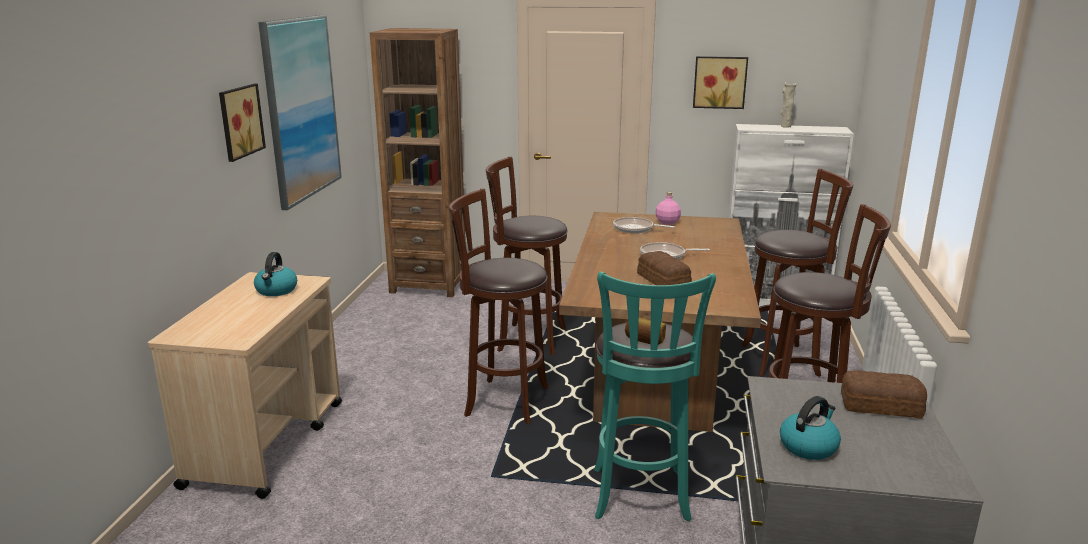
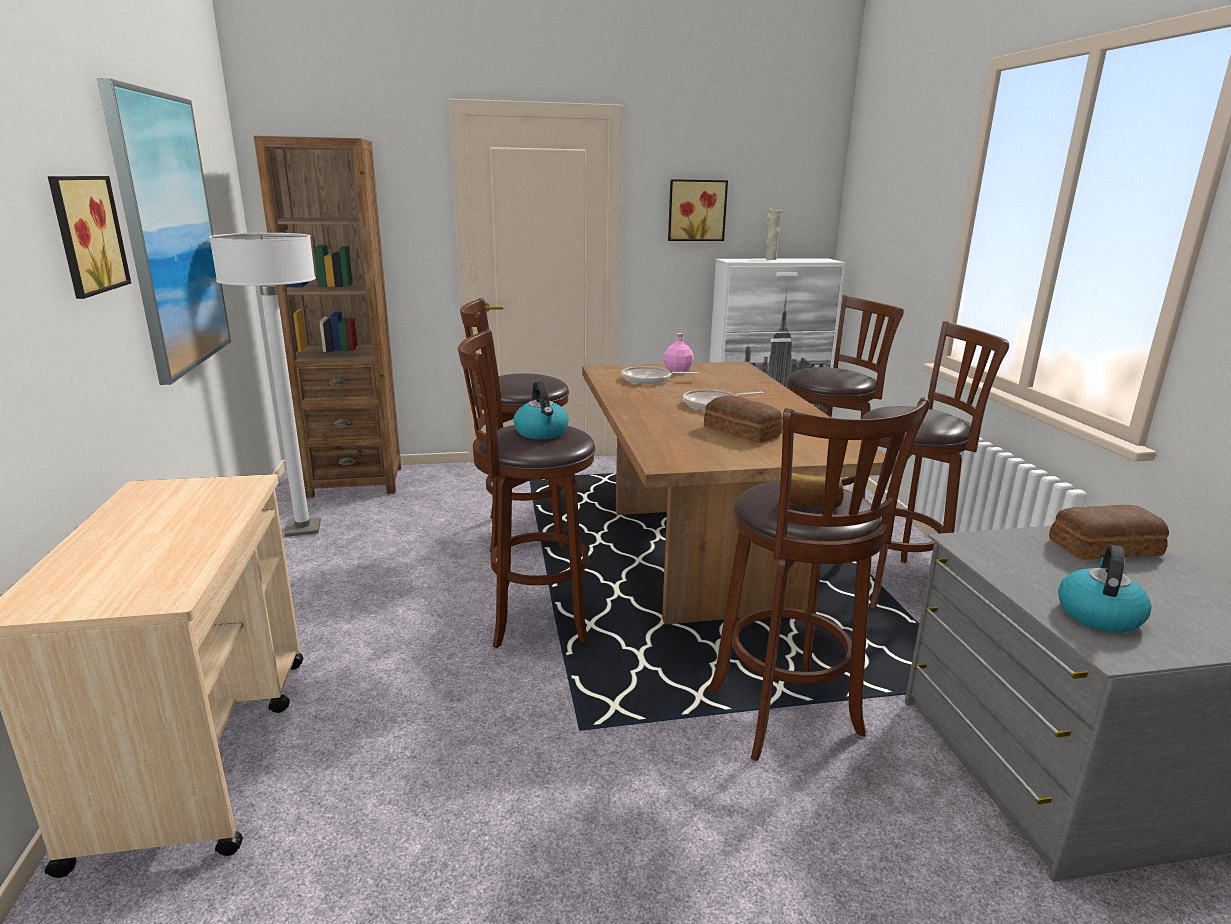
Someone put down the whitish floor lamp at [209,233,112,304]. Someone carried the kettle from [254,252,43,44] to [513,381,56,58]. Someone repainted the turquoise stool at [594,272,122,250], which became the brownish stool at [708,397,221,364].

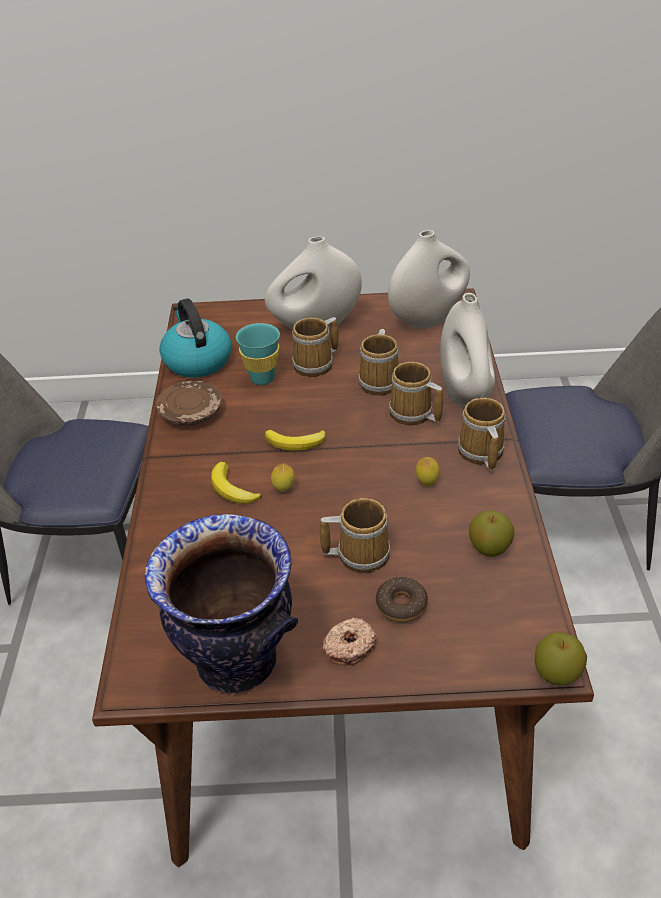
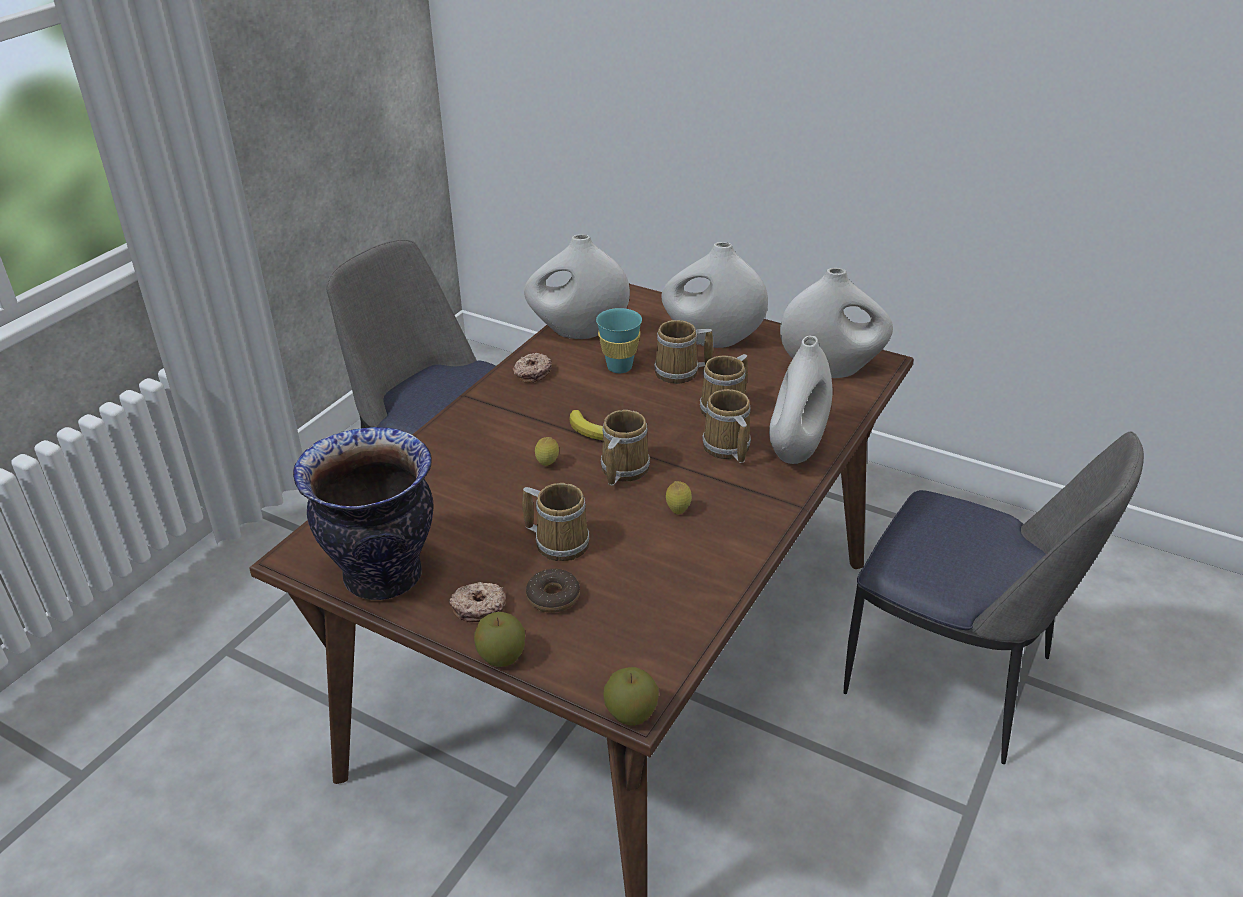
Someone took away the whole banana at [211,462,51,42]. Someone carried the tea mug from [458,398,48,73] to [601,410,49,75]. Someone carried the whole apple from [469,510,46,47] to [474,612,51,55]. Someone swapped the brownish flat dish at [156,380,66,45] for the donut at [513,353,39,30]. Someone swapped the kettle at [159,299,72,79] for the whitish vase at [524,234,106,105].

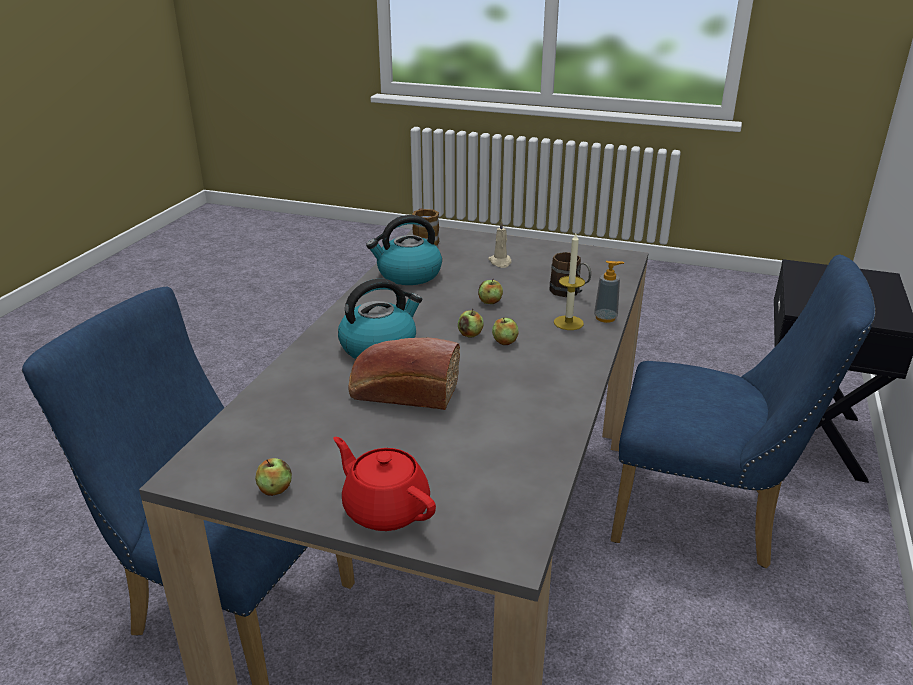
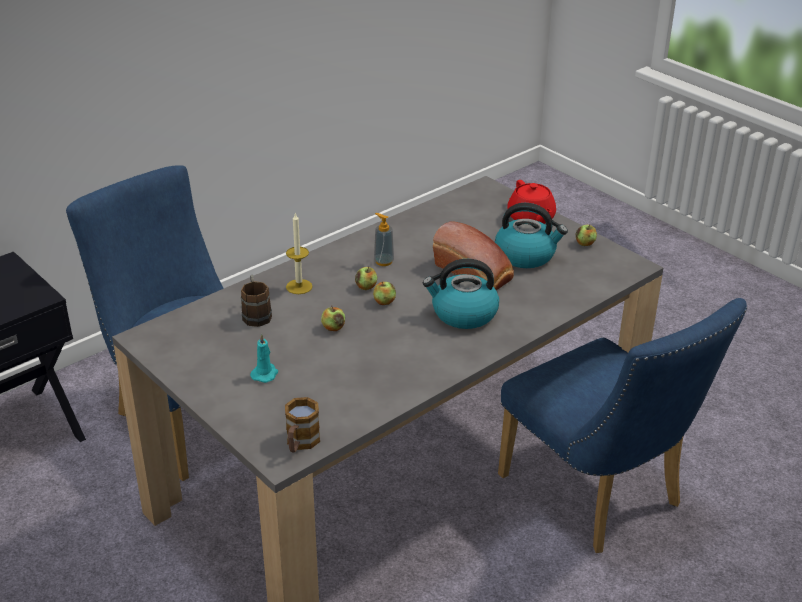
Someone carried the kettle from [366,215,76,70] to [495,203,73,65]. Someone carried the liquid soap bottle from [594,261,30,62] to [374,213,20,53]. Someone repainted the beige-coloured wax light at [488,220,24,48], which became the turquoise wax light at [250,334,28,49].

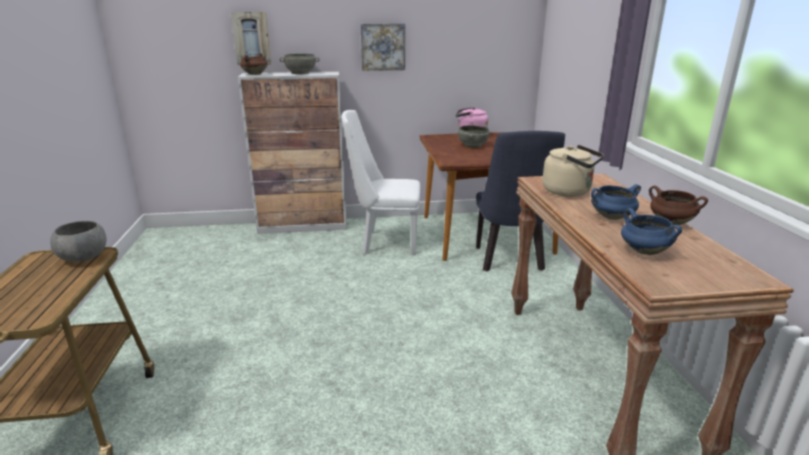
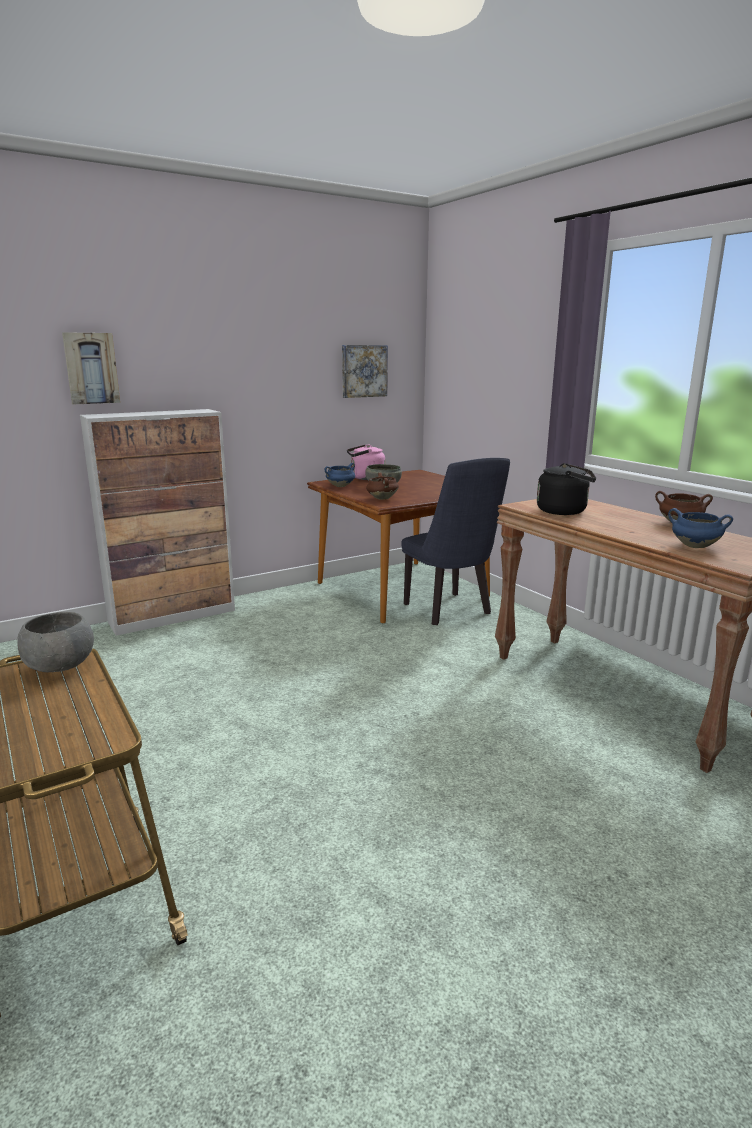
Someone took away the grey bowl at [280,54,39,20]. Someone took away the whitish chair at [341,110,79,145]. Someone carried the brownish stockpot from [240,53,28,22] to [366,473,33,27]. Someone carried the picture from [361,23,44,48] to [342,345,46,53]. Someone carried the blue stockpot from [591,184,50,36] to [325,463,30,24]. Someone repainted the beige-coloured kettle at [542,145,62,52], which became the black-coloured kettle at [537,463,59,52].

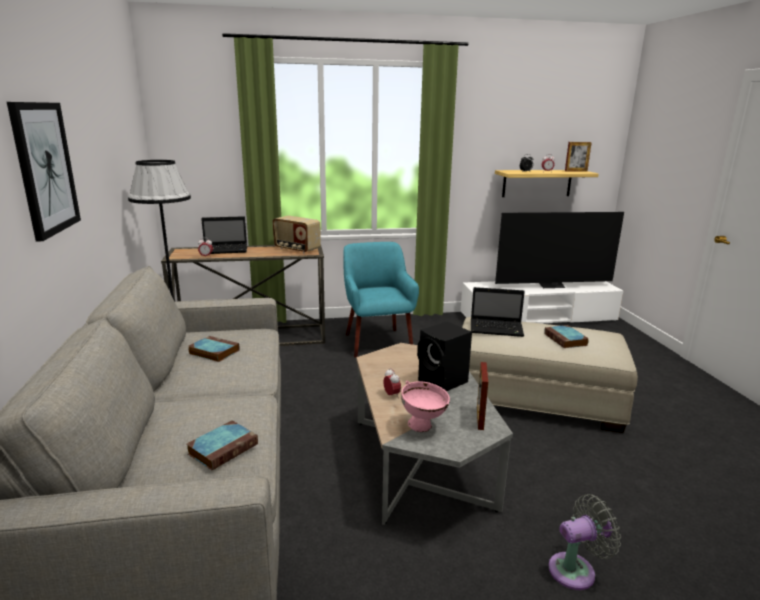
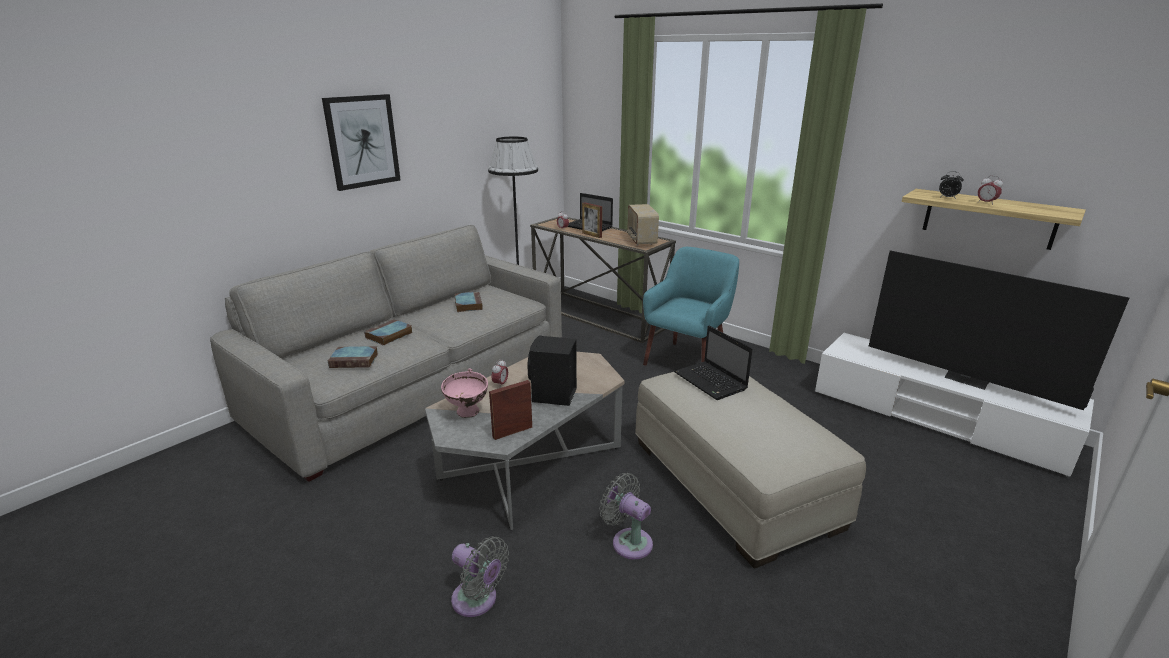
Someone put down the grey electric fan at [599,473,54,86]. Someone carried the bound book from [544,325,45,23] to [364,319,49,27]. Someone carried the standing frame from [565,142,27,29] to [582,202,20,36].

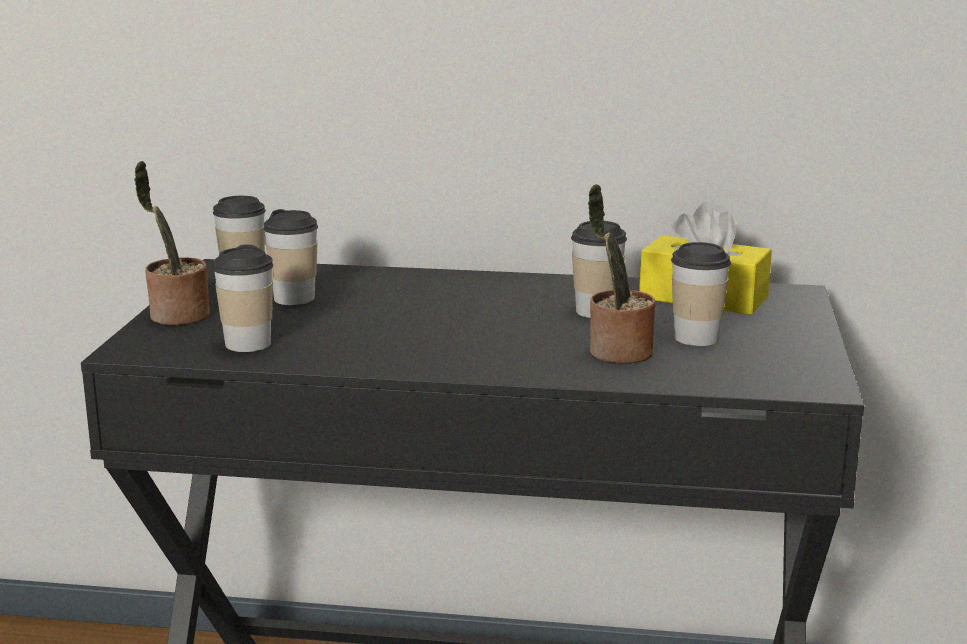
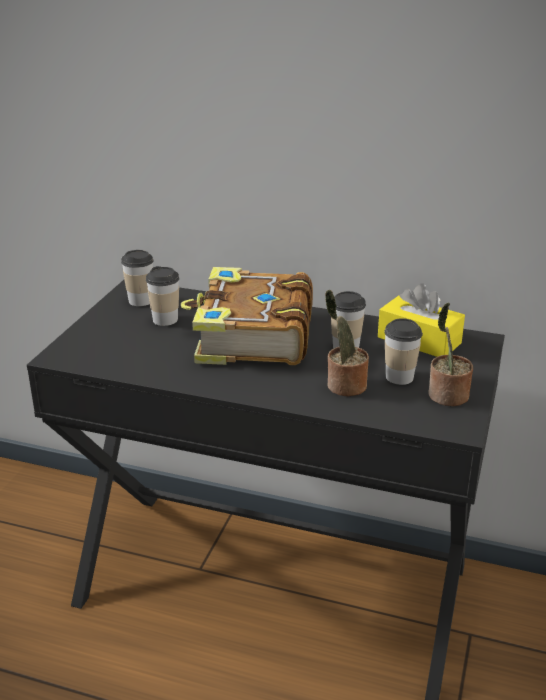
Someone took away the cup at [212,245,61,107]. Someone put down the bound book at [181,267,132,98]. Someone carried the potted plant from [134,161,76,164] to [428,302,45,104].

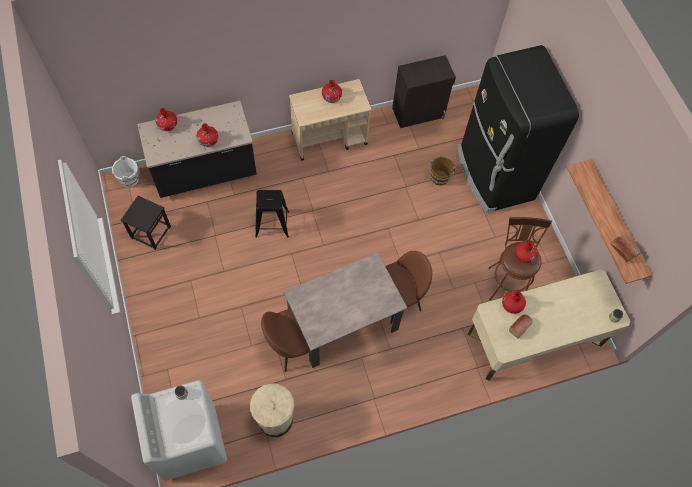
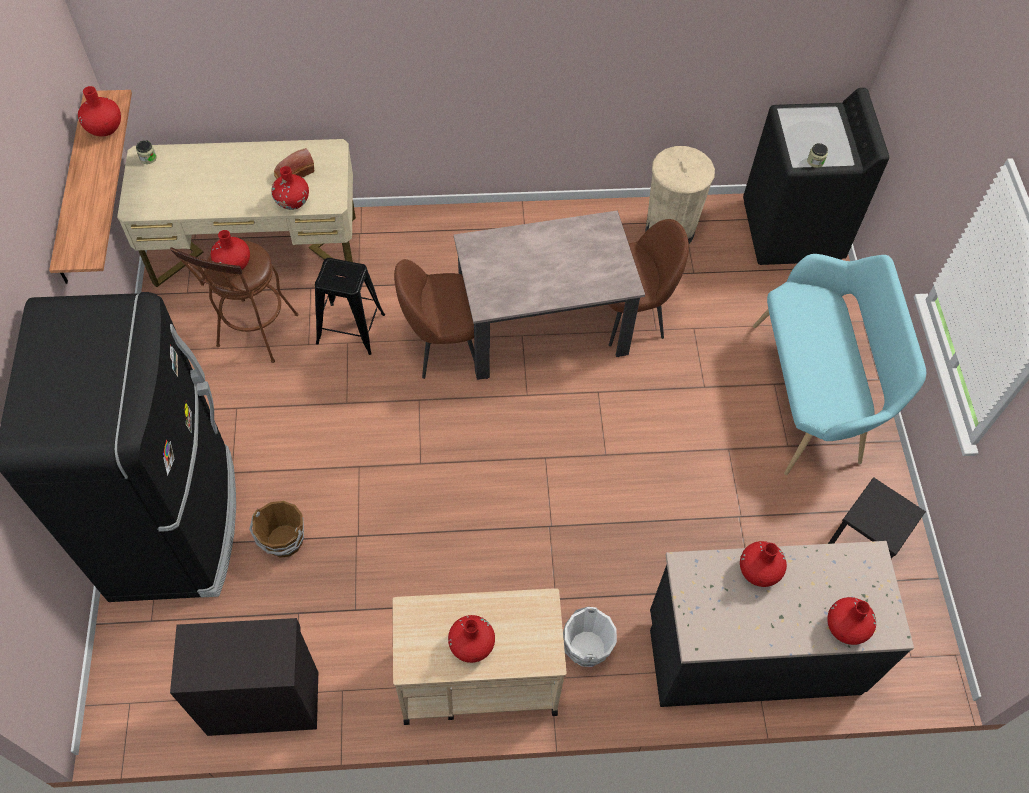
Someone put down the turquoise bench at [753,254,173,221]. Someone carried the whitish pail from [112,156,28,31] to [563,606,54,61]. Someone carried the black-coloured stool from [255,190,34,48] to [315,258,70,97]. Someone swapped the bakery bread at [611,236,30,26] for the red-coloured vase at [78,86,43,51]. Someone repainted the whitish laundry machine at [131,380,96,101], which became the black-coloured laundry machine at [743,88,146,177].

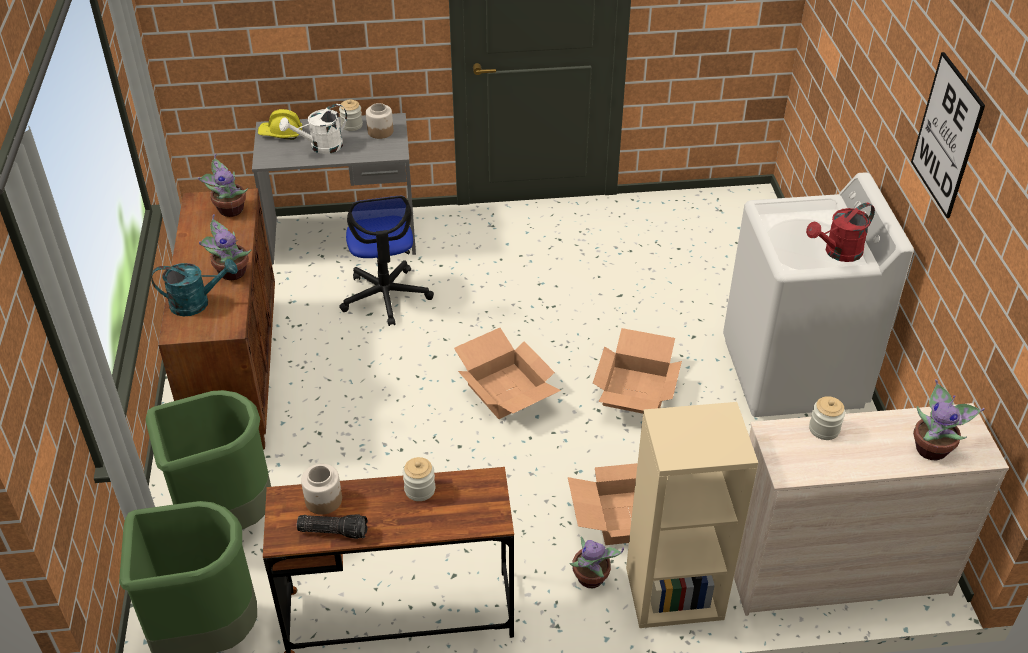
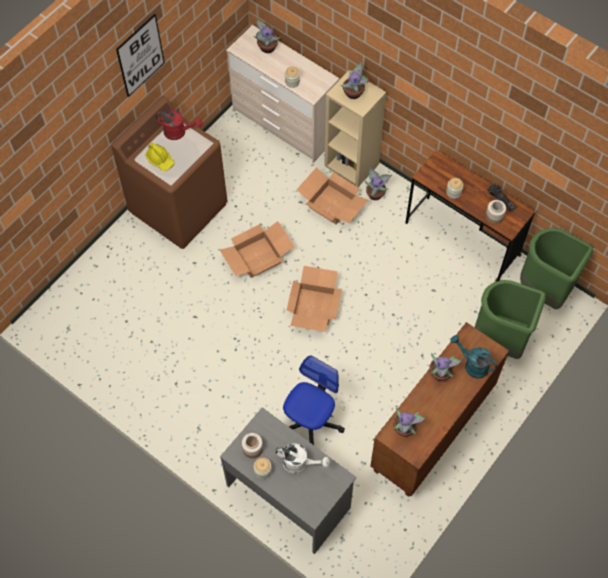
Someone put down the potted plant at [340,61,29,38]. Someone carried the yellowish work helmet from [258,109,44,31] to [145,143,30,28]. Someone repainted the whitish laundry machine at [723,172,191,245], which became the brownish laundry machine at [111,96,116,153].

